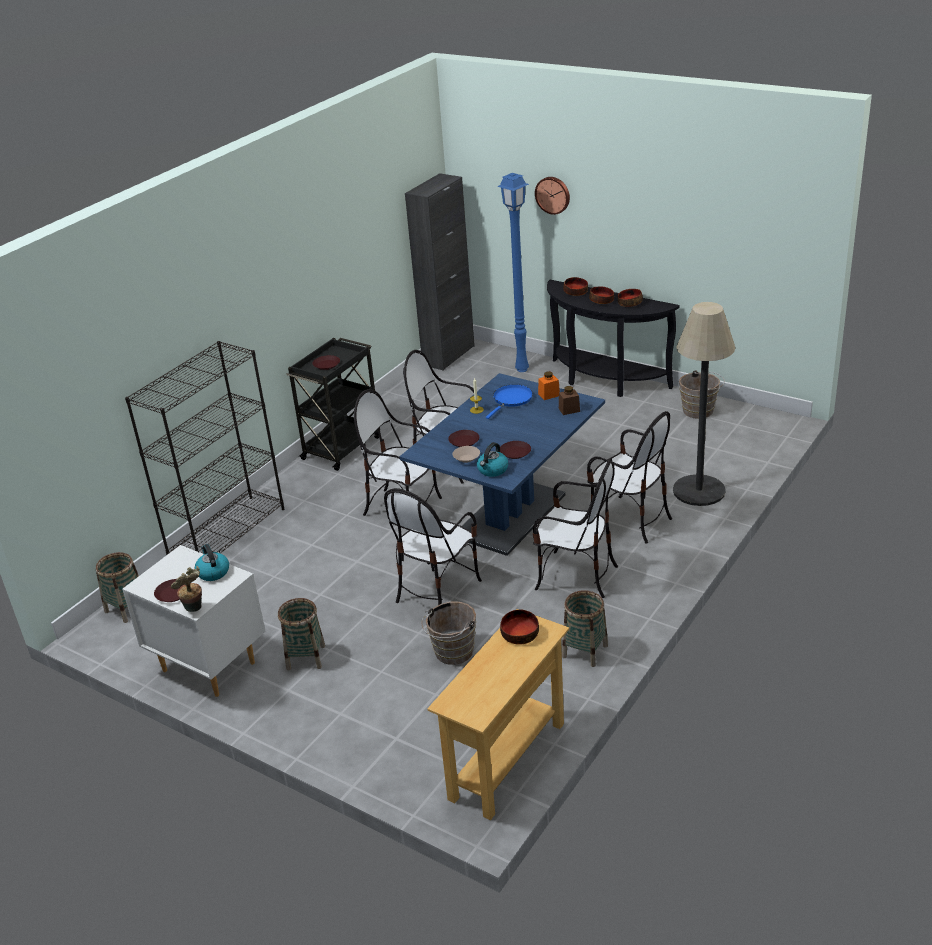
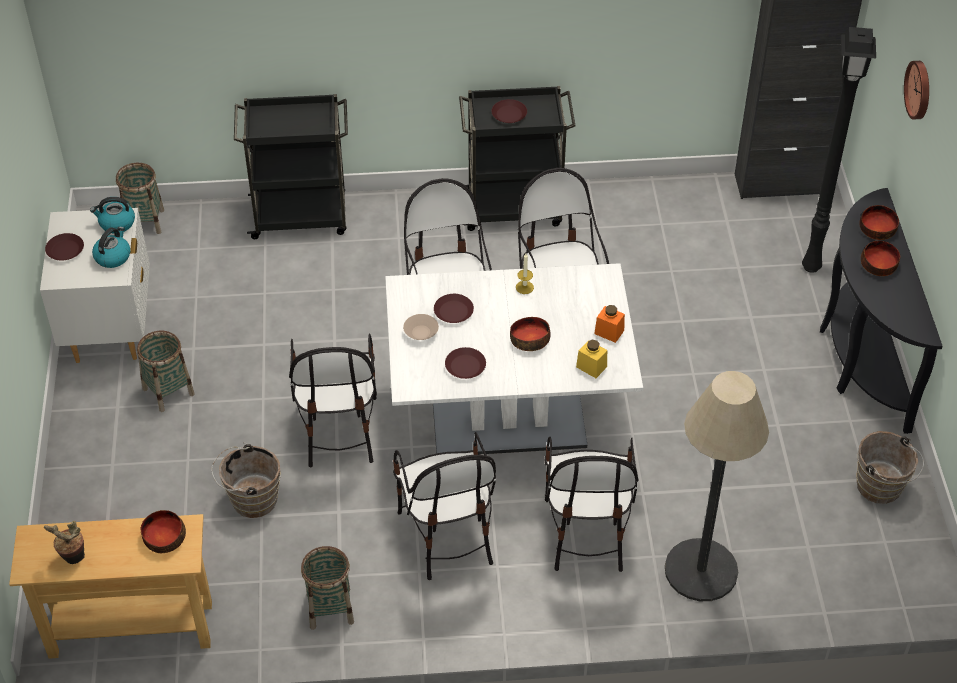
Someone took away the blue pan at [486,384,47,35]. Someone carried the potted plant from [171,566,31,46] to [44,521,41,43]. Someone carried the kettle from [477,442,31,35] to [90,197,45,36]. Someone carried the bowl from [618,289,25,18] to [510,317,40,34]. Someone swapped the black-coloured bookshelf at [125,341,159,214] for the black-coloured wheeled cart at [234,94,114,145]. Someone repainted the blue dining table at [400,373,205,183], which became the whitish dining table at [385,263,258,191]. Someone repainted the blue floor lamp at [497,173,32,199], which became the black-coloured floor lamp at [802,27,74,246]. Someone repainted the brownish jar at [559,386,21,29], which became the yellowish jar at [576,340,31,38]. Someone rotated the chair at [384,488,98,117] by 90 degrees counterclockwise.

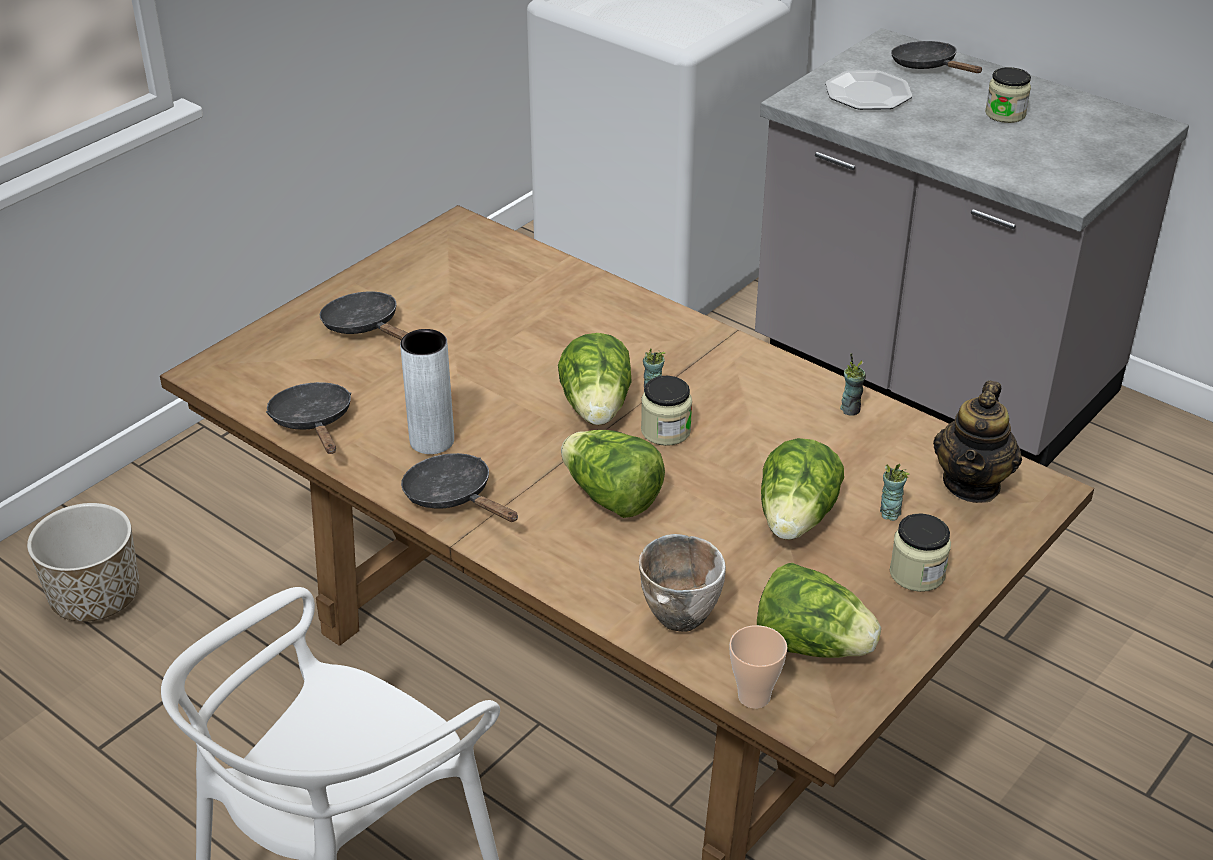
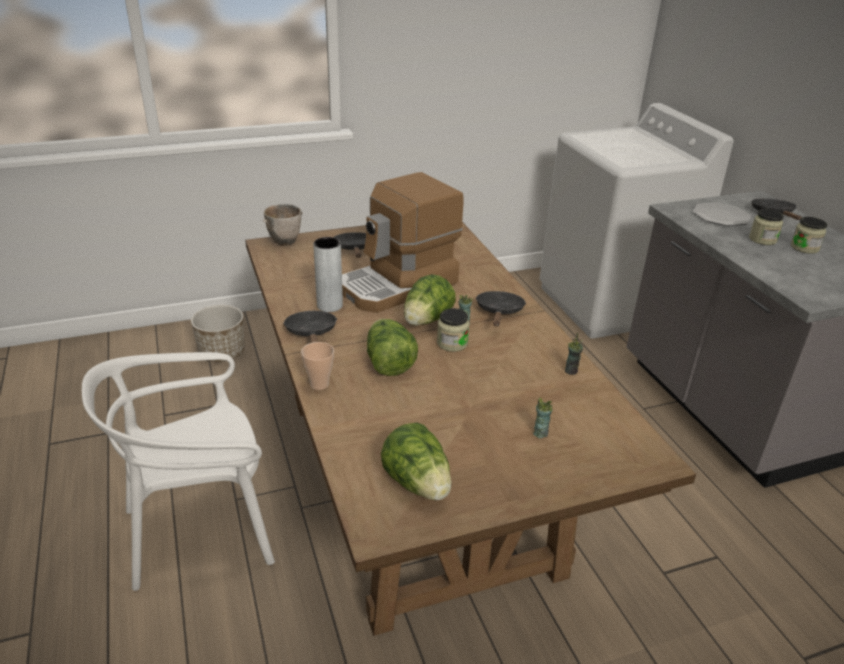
Someone took away the head of lettuce at [761,438,83,102]. Someone took away the teapot at [933,381,89,122]. Someone put down the coffee brewer at [342,172,122,141]. Someone carried the black-coloured pan from [266,382,85,72] to [476,291,50,35]. Someone carried the bowl from [639,534,87,98] to [263,204,40,42]. Someone carried the cup from [729,625,58,83] to [301,342,33,48]. Someone carried the jar from [890,513,61,79] to [749,209,35,36].

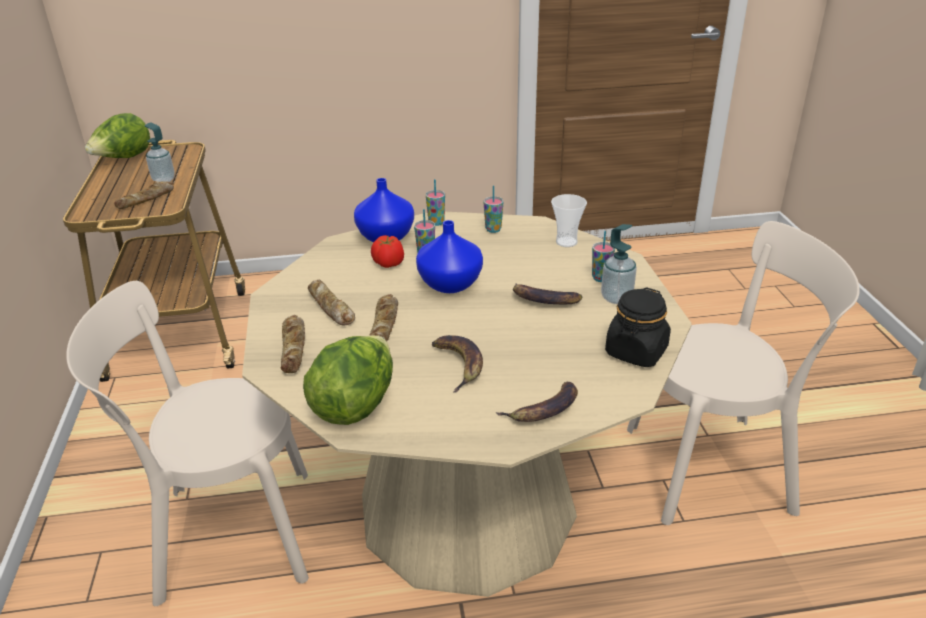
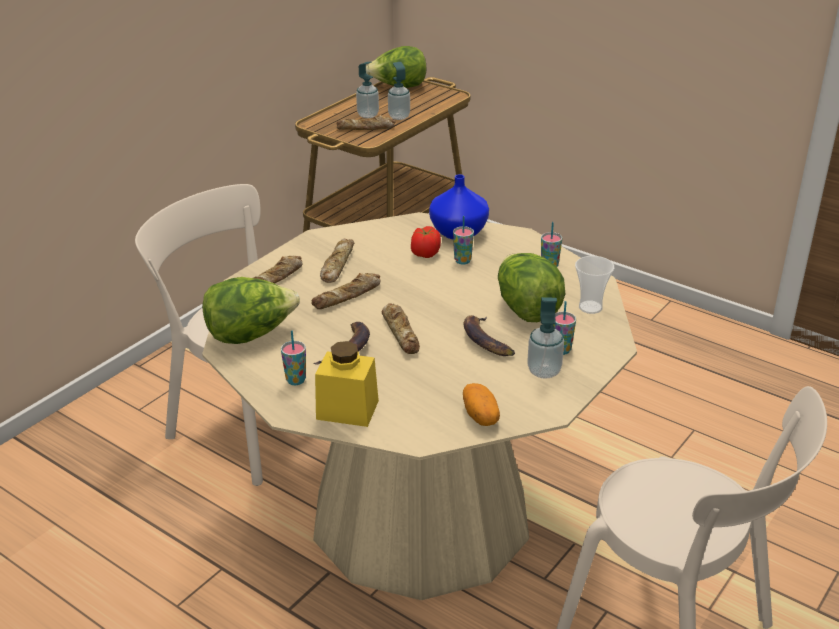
Someone took away the blue vase at [416,220,67,73]. Someone put down the liquid soap bottle at [356,62,23,56]. Someone put down the bakery bread at [381,303,39,51]. Someone put down the head of lettuce at [498,253,67,69]. Someone carried the cup from [426,179,19,47] to [281,331,25,54]. Someone swapped the whole banana at [496,382,82,40] for the yellowish jar at [315,341,64,86]. Someone swapped the black-coloured jar at [605,287,66,80] for the spud at [463,383,37,43].

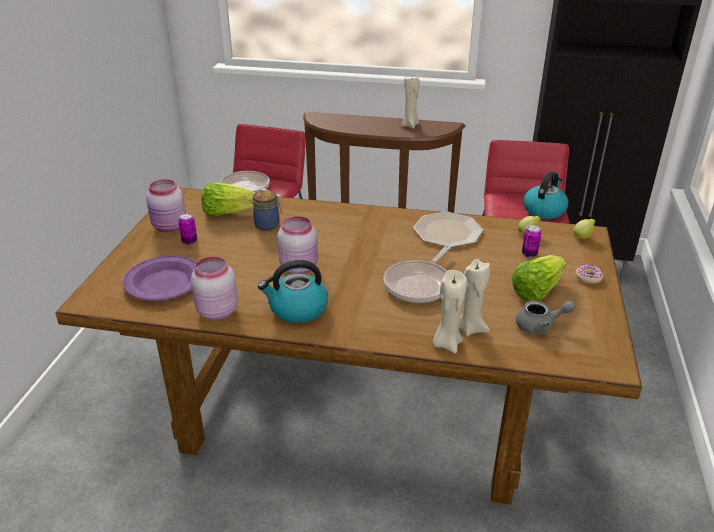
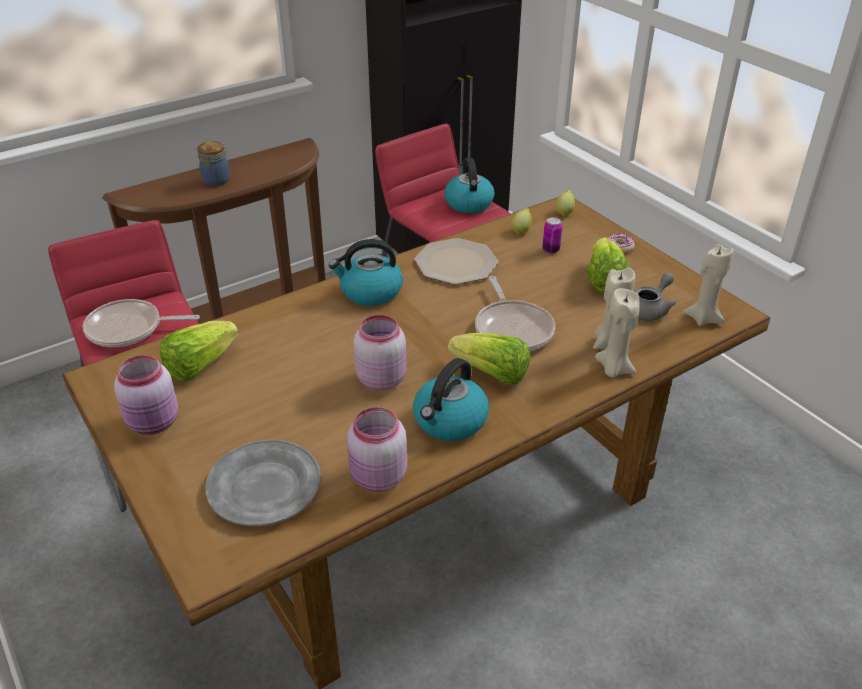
Someone took away the metal can at [178,213,19,32]. Someone put down the kettle at [329,239,74,67]. Someone put down the head of lettuce at [448,333,82,52]. Someone carried the jar from [253,190,29,41] to [197,141,33,45]. Someone carried the beige-coloured wax light from [401,77,19,52] to [683,244,51,82]. Someone repainted the purplish flat dish at [123,256,74,45], which became the grey flat dish at [206,440,115,86].

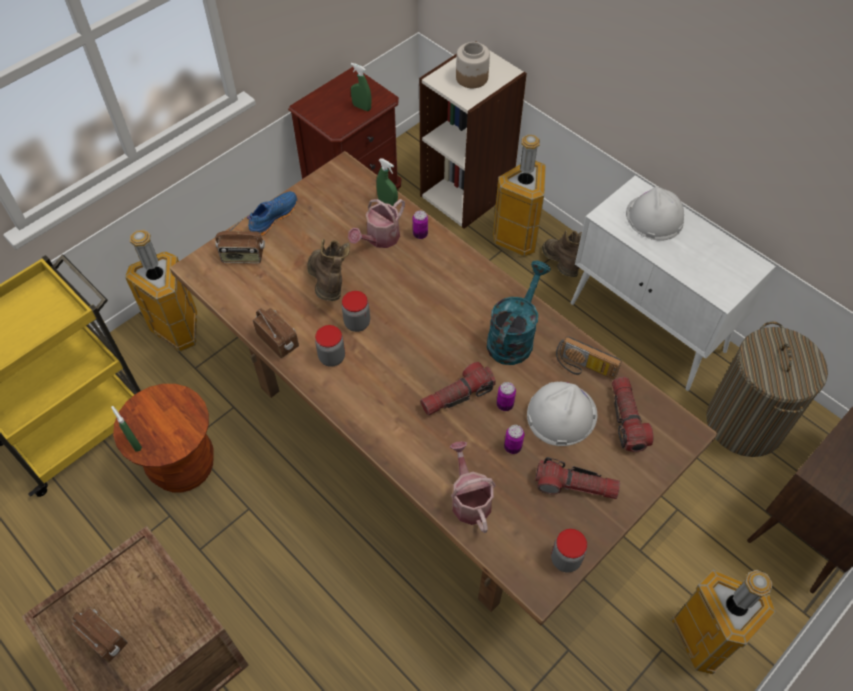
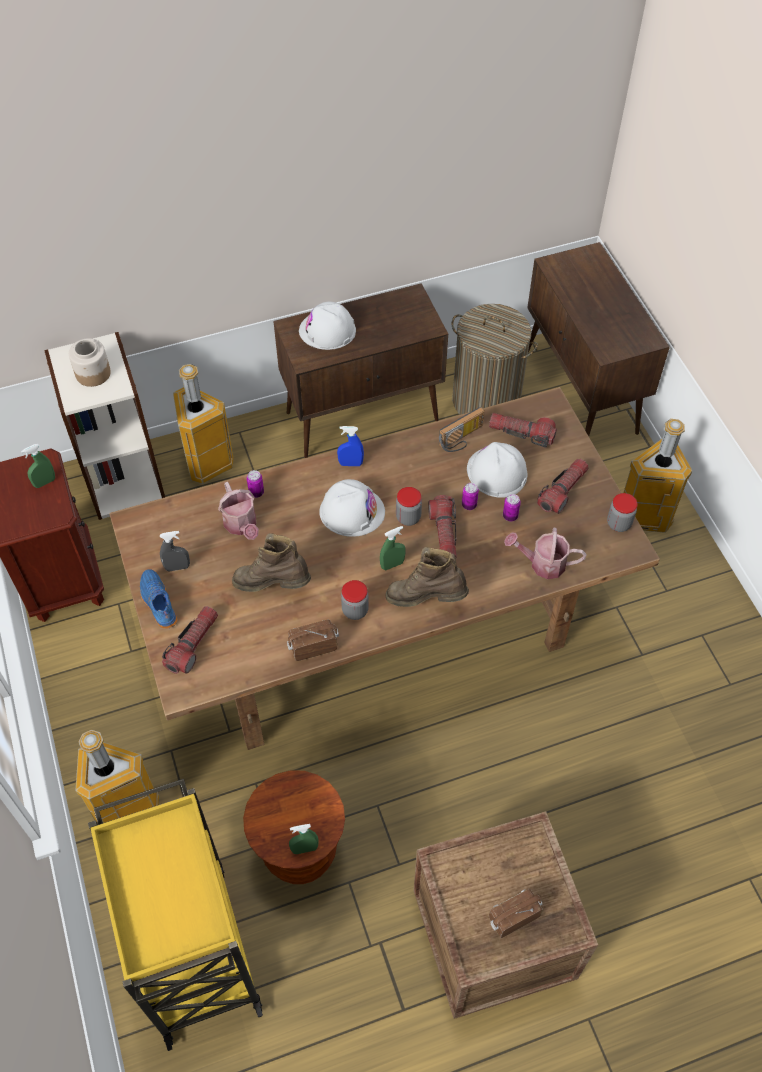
Someone took away the turquoise watering can at [487,261,64,104]. Someone put down the grey spray bottle at [160,531,30,40]. Someone put down the whitish work helmet at [319,479,66,58]. Someone put down the blue spray bottle at [337,426,27,40]. Someone carried the jar from [342,291,28,41] to [396,487,26,39]. Someone carried the greenish spray bottle from [376,158,22,48] to [380,526,26,44]. Someone carried the brownish boot from [542,230,40,47] to [386,547,83,60]. Someone swapped the radio at [215,219,50,45] for the hand torch at [162,606,56,68]. Someone repainted the whitish storage cabinet at [571,175,205,216], which became the brownish storage cabinet at [273,283,175,175].

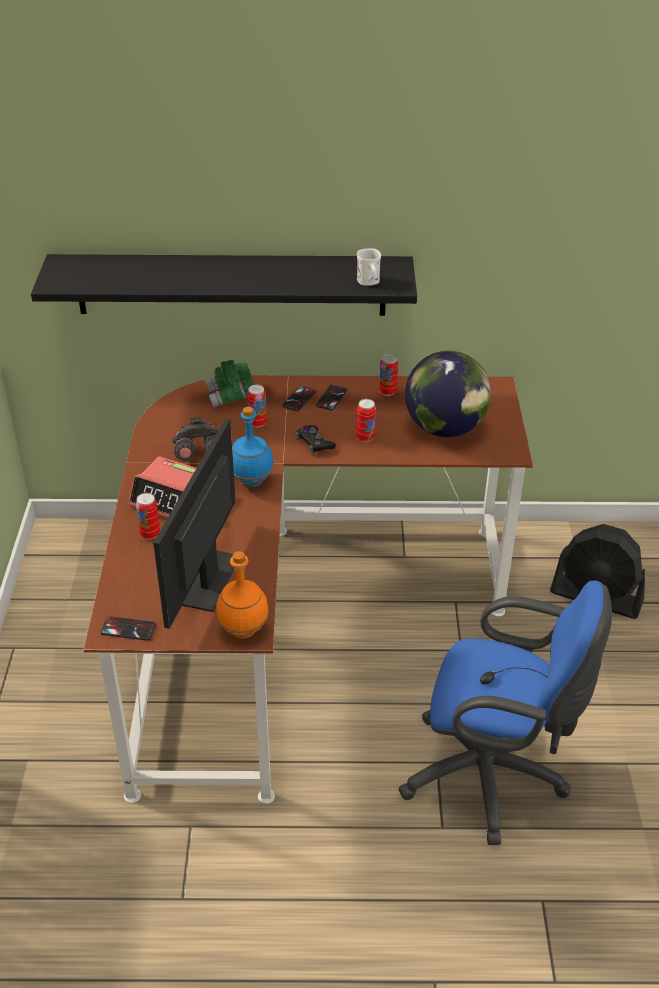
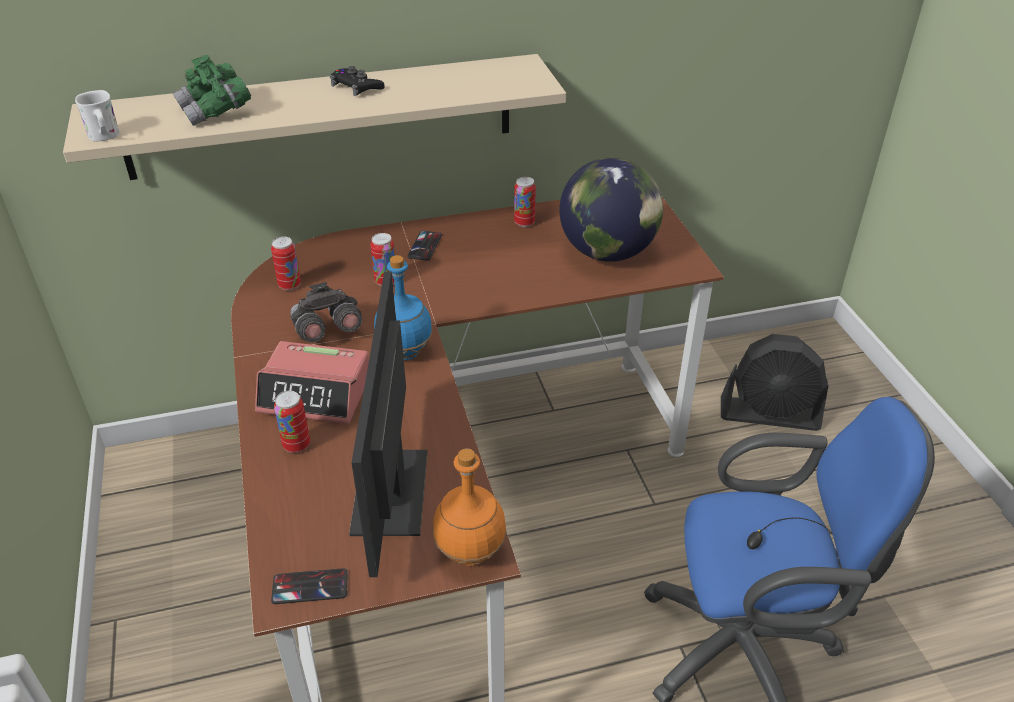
Someone took away the phone at [316,385,31,25]. Someone carried the greenish binoculars from [205,360,49,47] to [173,55,78,71]. Someone carried the black-coloured gamepad from [295,425,41,29] to [330,66,54,30]. Someone carried the metal can from [356,399,20,43] to [271,236,30,55]. Someone carried the whitish tea mug from [357,248,24,38] to [75,90,44,51]. Someone repainted the black-coloured wall shelf at [31,254,386,62], which became the beige-coloured wall shelf at [63,54,503,126].

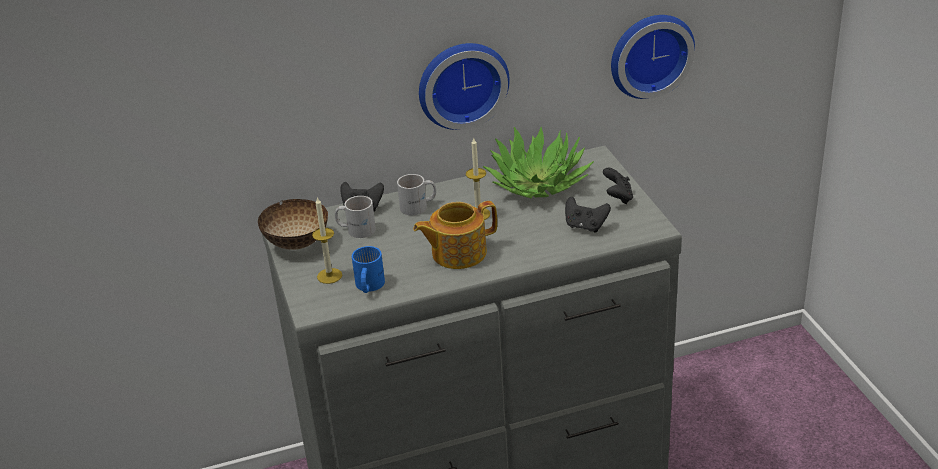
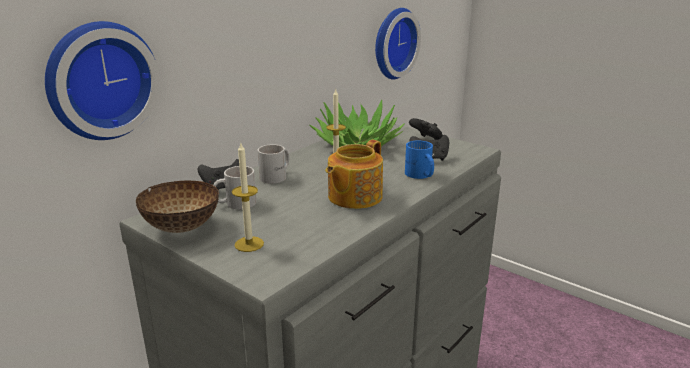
Someone carried the blue tea mug from [352,246,33,47] to [405,140,29,39]. Someone carried the clock on the wall from [419,43,91,87] to [45,21,115,119].

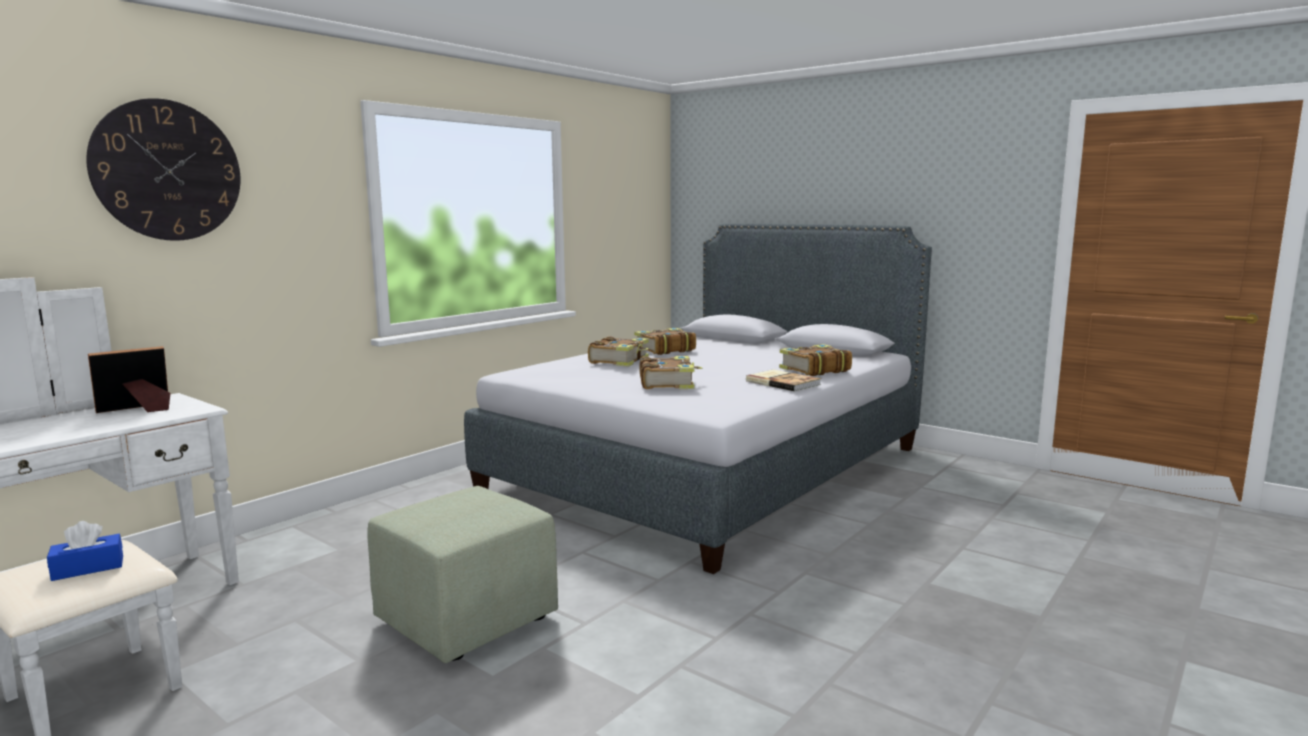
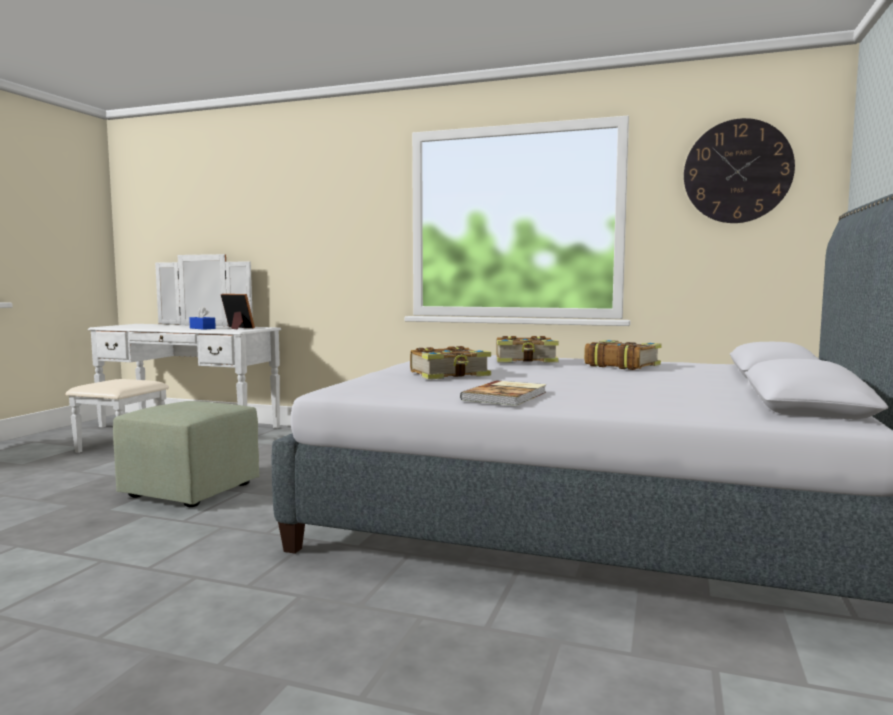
Someone took away the bound book at [779,344,73,32]. Someone carried the blue tissue box from [47,521,76,60] to [189,307,27,23]. Someone carried the clock on the wall from [86,98,154,143] to [684,118,111,105].

